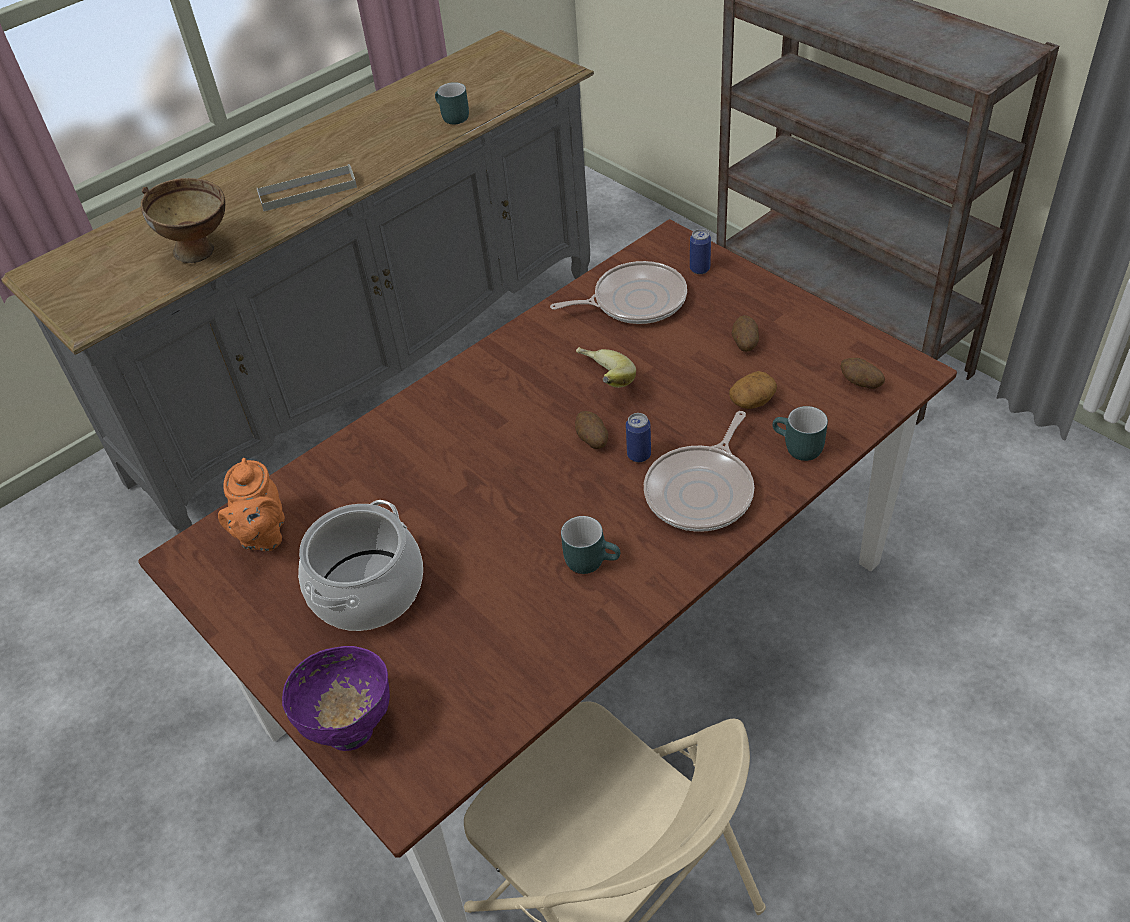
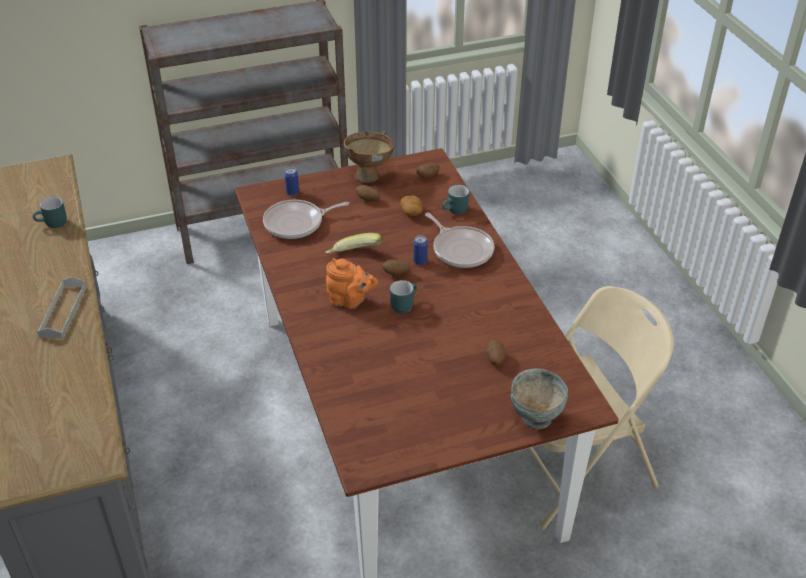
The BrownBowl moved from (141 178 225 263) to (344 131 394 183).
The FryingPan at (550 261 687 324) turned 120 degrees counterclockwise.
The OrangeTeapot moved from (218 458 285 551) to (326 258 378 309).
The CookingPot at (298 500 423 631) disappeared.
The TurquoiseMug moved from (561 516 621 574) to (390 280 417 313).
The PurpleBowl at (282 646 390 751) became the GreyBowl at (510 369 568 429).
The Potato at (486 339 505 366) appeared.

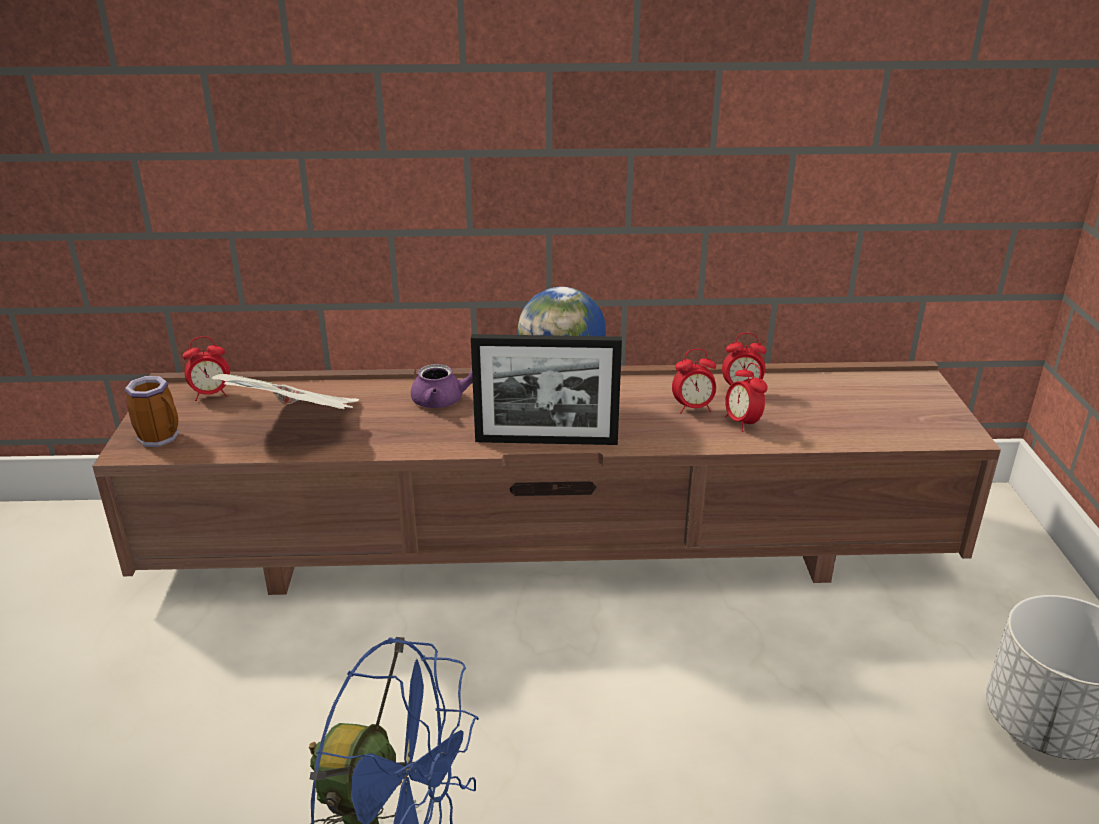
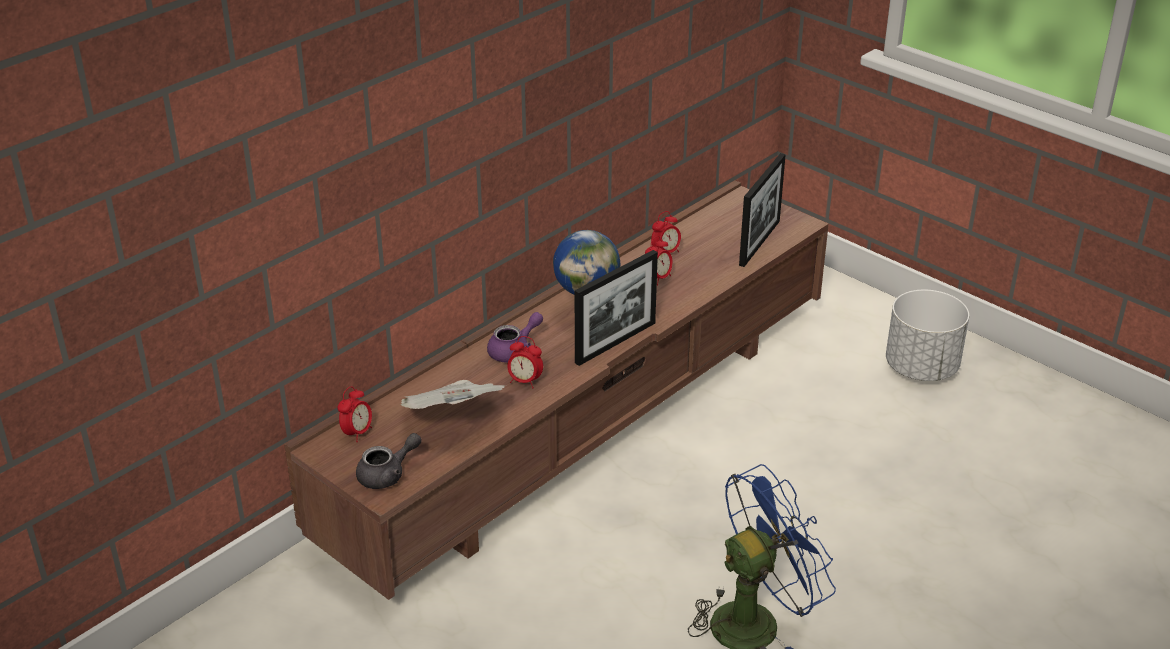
The AlarmClock moved from (725 363 768 432) to (507 336 543 388).
The Mug at (124 376 179 447) was replaced by the GreyTeapot at (356 433 421 489).
The PictureFrame at (739 153 786 267) appeared.

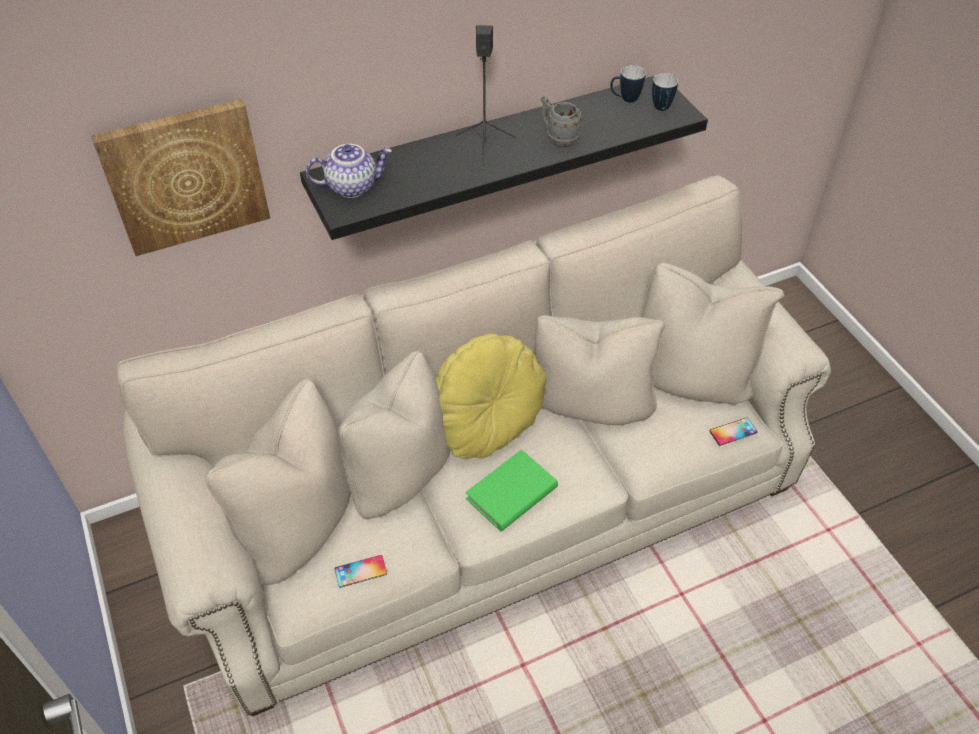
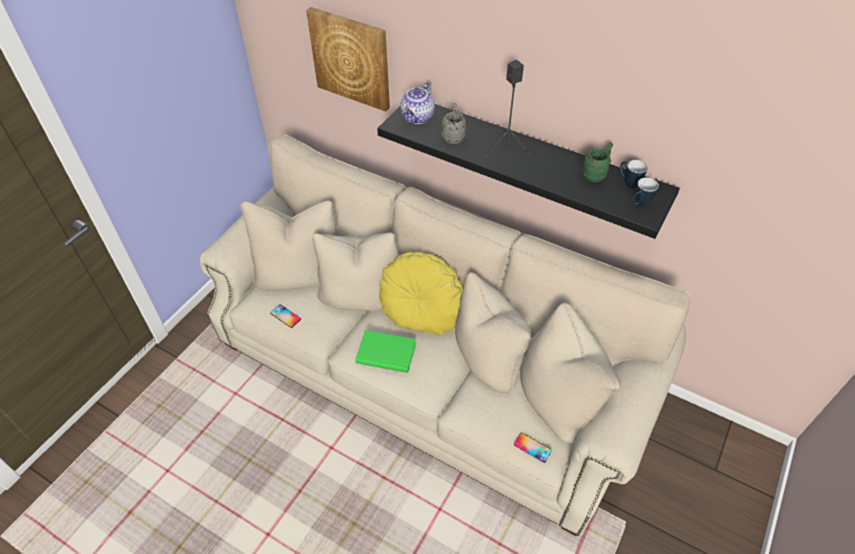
The GreyMug moved from (541 96 582 147) to (441 103 467 144).
The Teapot at (306 144 392 198) turned 75 degrees clockwise.
The GreenMug at (582 142 613 182) appeared.

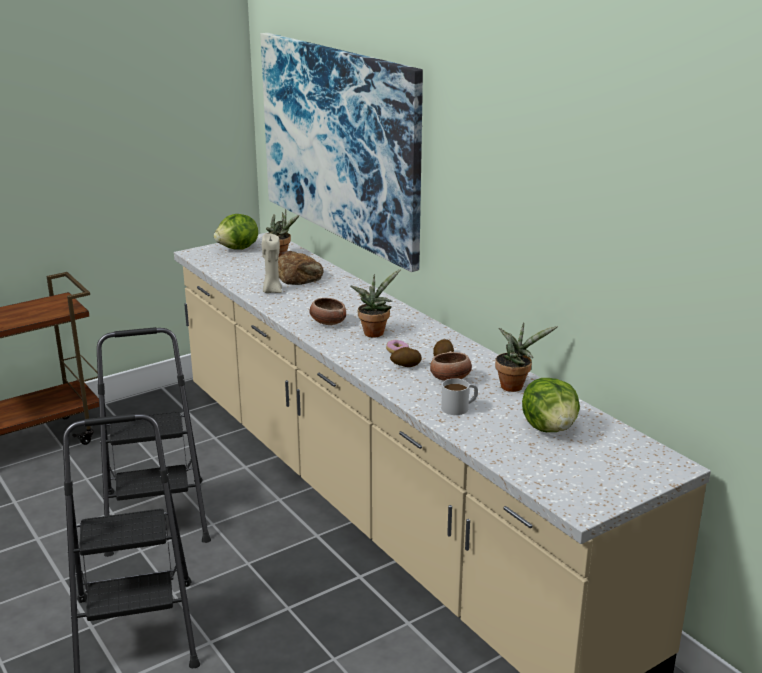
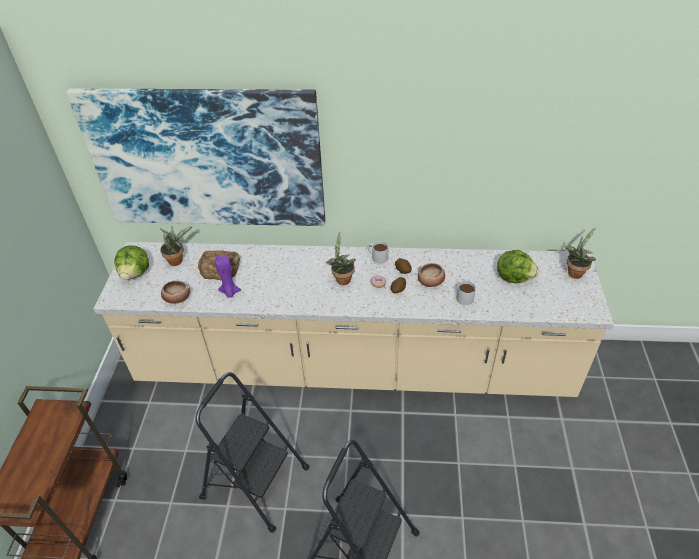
The BeigeCandle at (262 233 282 293) became the PurpleCandle at (215 255 241 298).
The Bowl moved from (310 298 346 325) to (161 280 190 304).
The PottedPlant moved from (495 322 558 392) to (565 227 596 279).
The WhiteMug at (367 241 388 264) appeared.

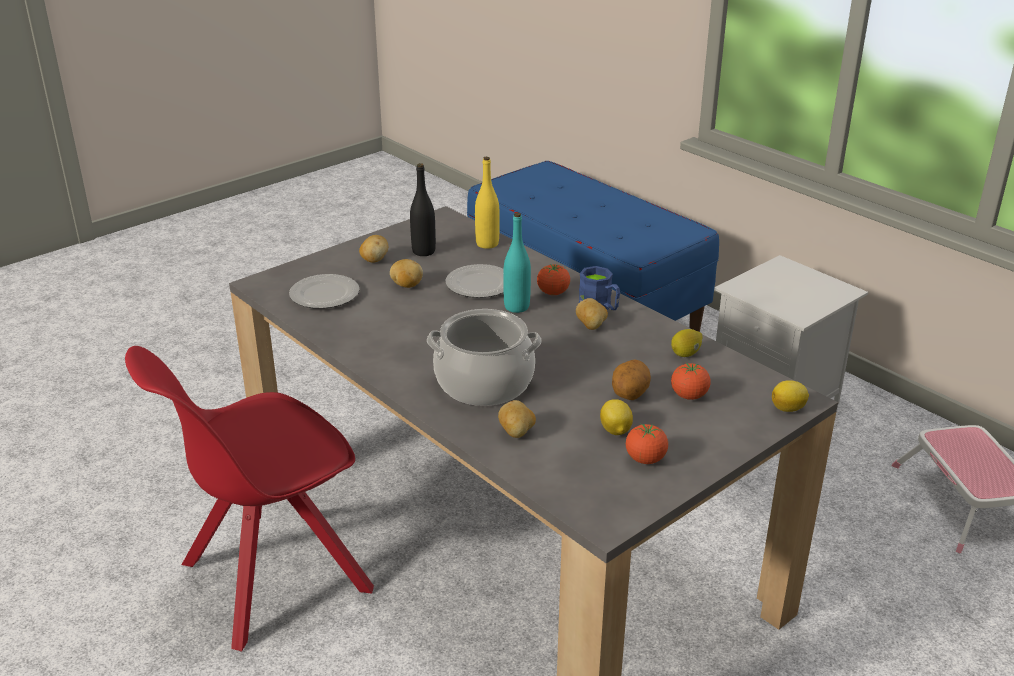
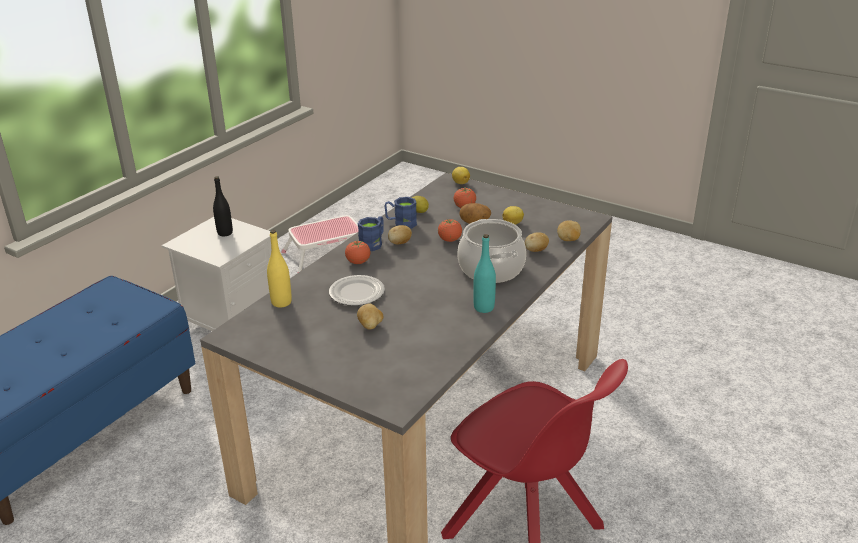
The BlackBottle moved from (410 163 436 256) to (213 176 233 236).
The TurquoiseBottle moved from (503 213 531 313) to (473 234 496 313).
The Potato moved from (359 235 388 262) to (557 220 581 241).
The Plate at (289 274 360 309) disappeared.
The Tomato moved from (626 424 668 464) to (438 219 462 242).
The BlueMug at (384 197 417 229) appeared.

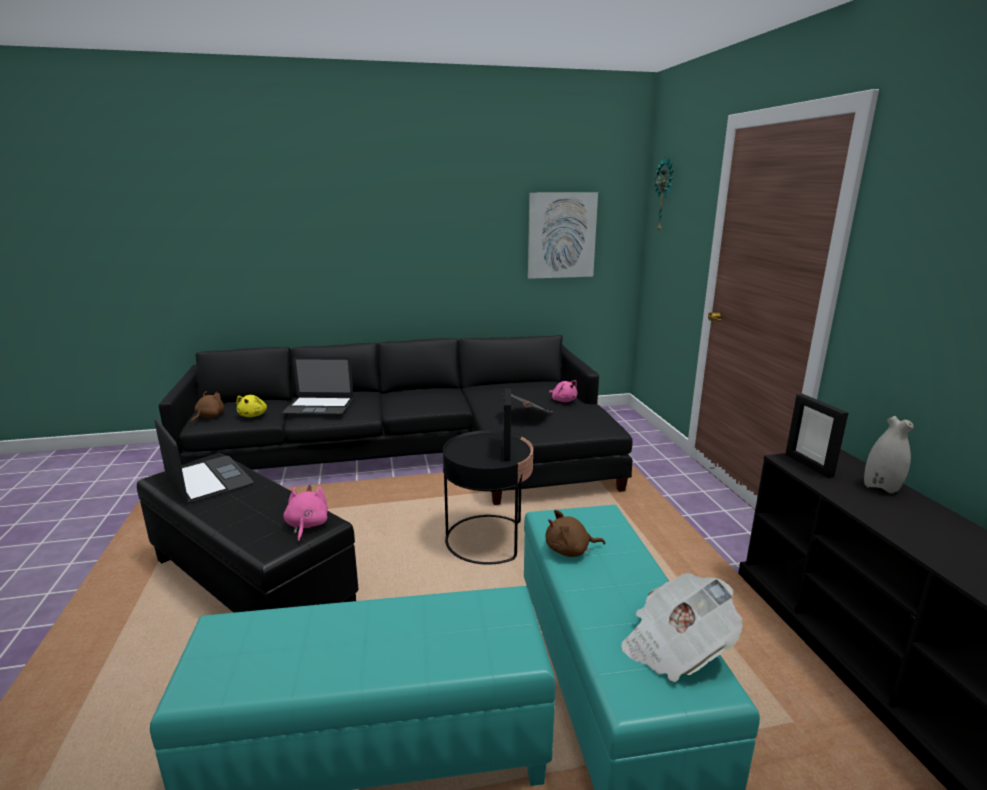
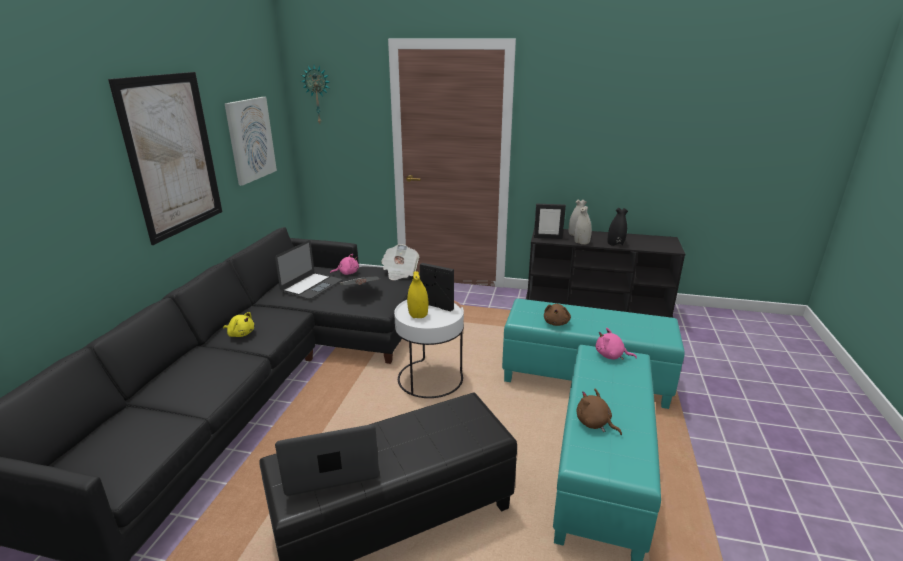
The Laptop moved from (282 357 353 414) to (275 240 342 299).
The BrownPlushToy moved from (191 391 224 423) to (577 389 622 435).
The YellowPlushToy moved from (236 395 267 417) to (223 312 254 337).
The BlackSideTable at (443 430 533 565) became the WhiteSideTable at (394 300 464 398).
The PinkPlushToy moved from (283 484 328 542) to (596 328 637 360).
The Newspaper moved from (621 573 743 682) to (381 244 419 280).
The Picture at (108 72 222 245) appeared.
The WhiteVase at (574 206 592 244) appeared.
The BlackVase at (608 208 628 246) appeared.
The YellowVase at (407 271 428 318) appeared.

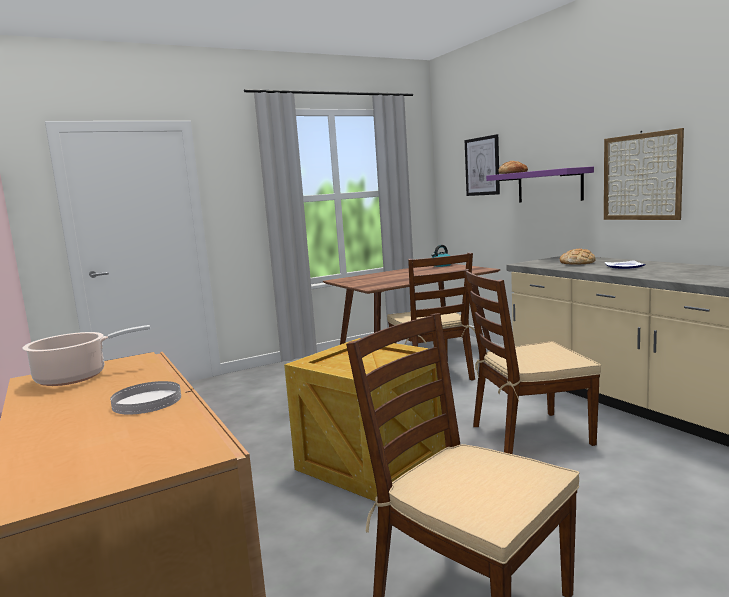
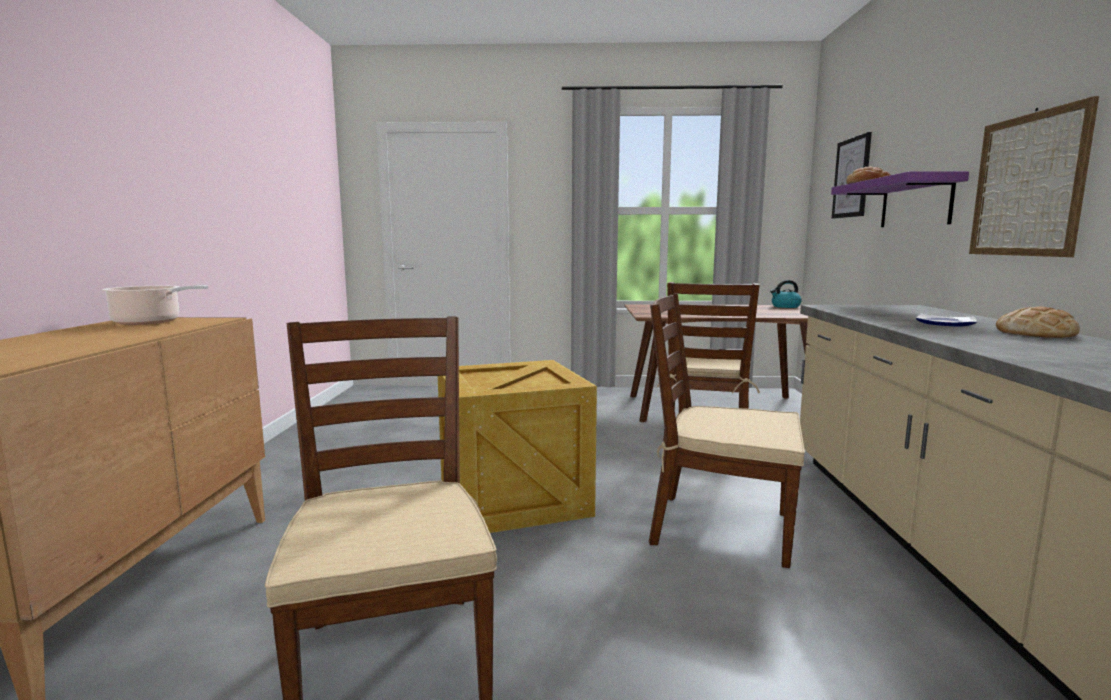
The Bread moved from (560 249 596 265) to (996 306 1080 338).
The WhitePlate at (110 381 181 414) disappeared.

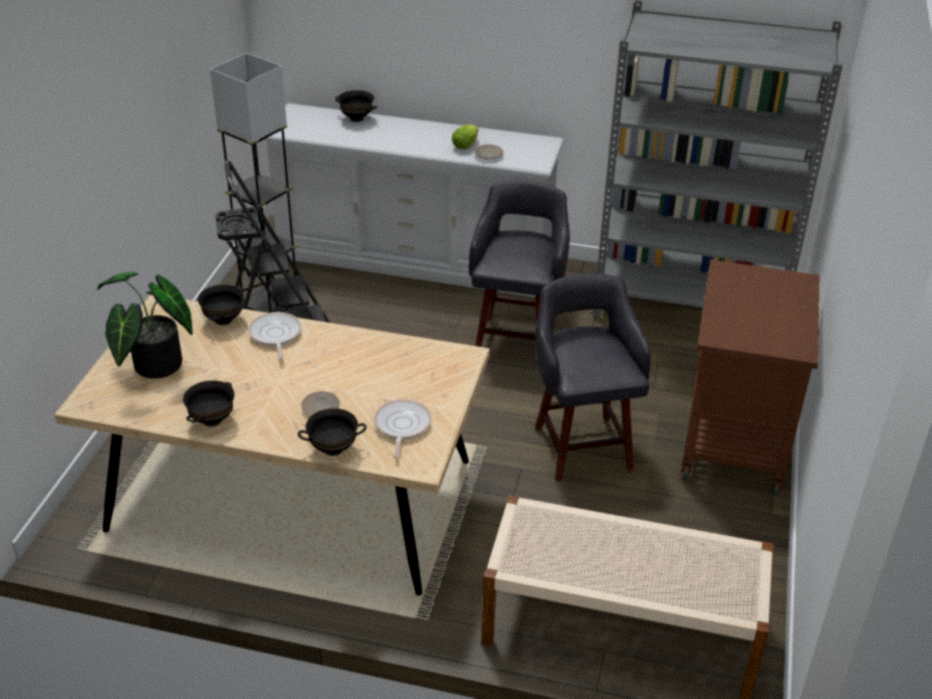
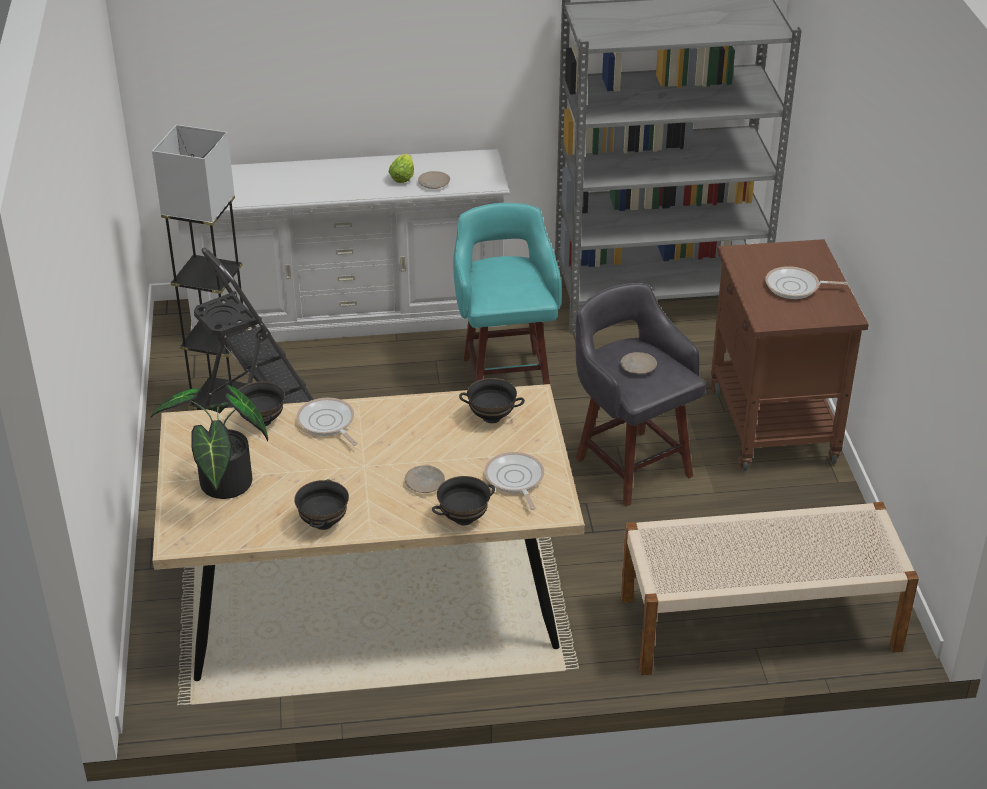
The BlackBowl moved from (335 90 377 122) to (459 378 525 423).
The GreyStool at (469 181 570 347) became the TurquoiseStool at (453 203 562 385).
The FryingPan at (765 266 848 299) appeared.
The BeigePlate at (620 352 657 374) appeared.

